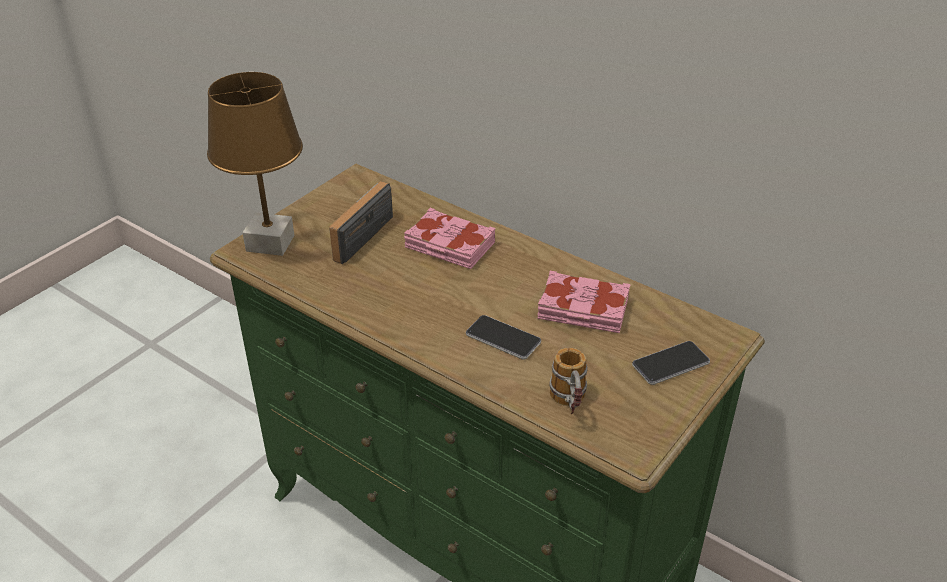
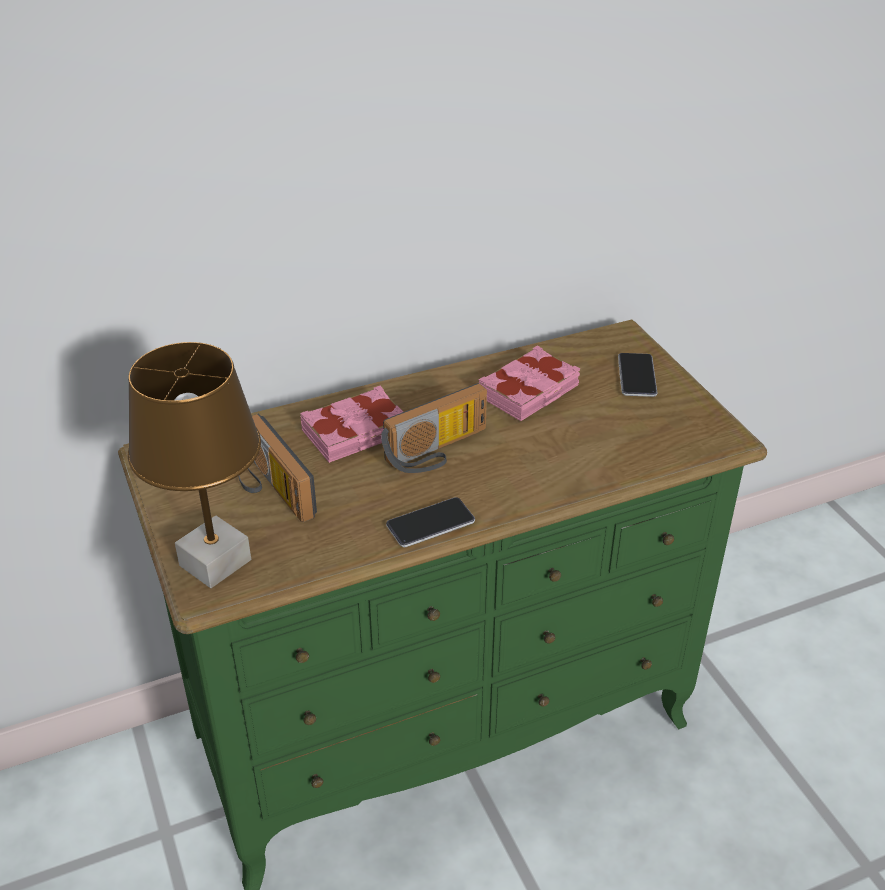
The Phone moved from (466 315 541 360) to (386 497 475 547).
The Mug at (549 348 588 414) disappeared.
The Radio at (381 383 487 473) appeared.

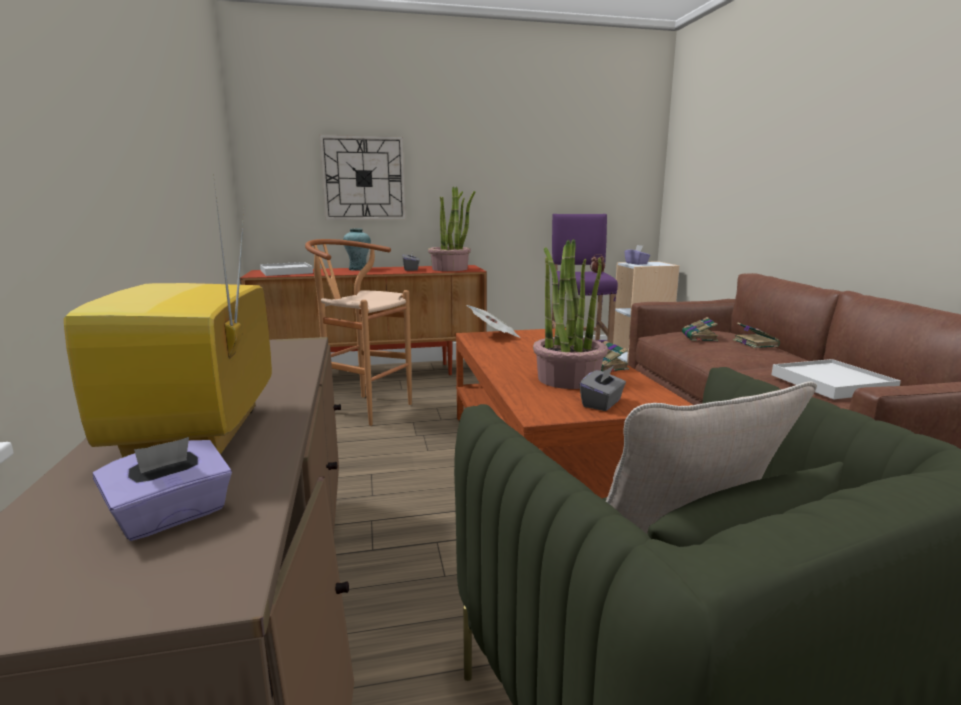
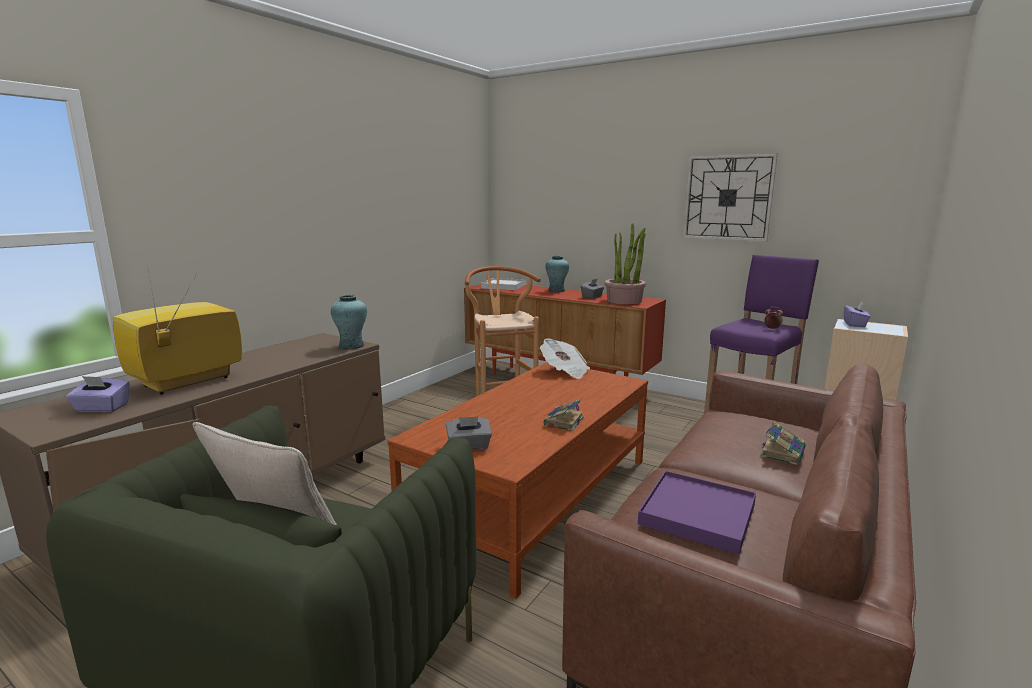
The WallClock moved from (319 135 406 220) to (683 153 778 242).
The PottedPlant at (533 239 608 389) disappeared.
The Book at (682 317 718 341) disappeared.
The WhiteTray at (772 359 901 400) became the PurpleTray at (638 471 756 555).
The TurquoiseVase at (331 295 367 349) appeared.

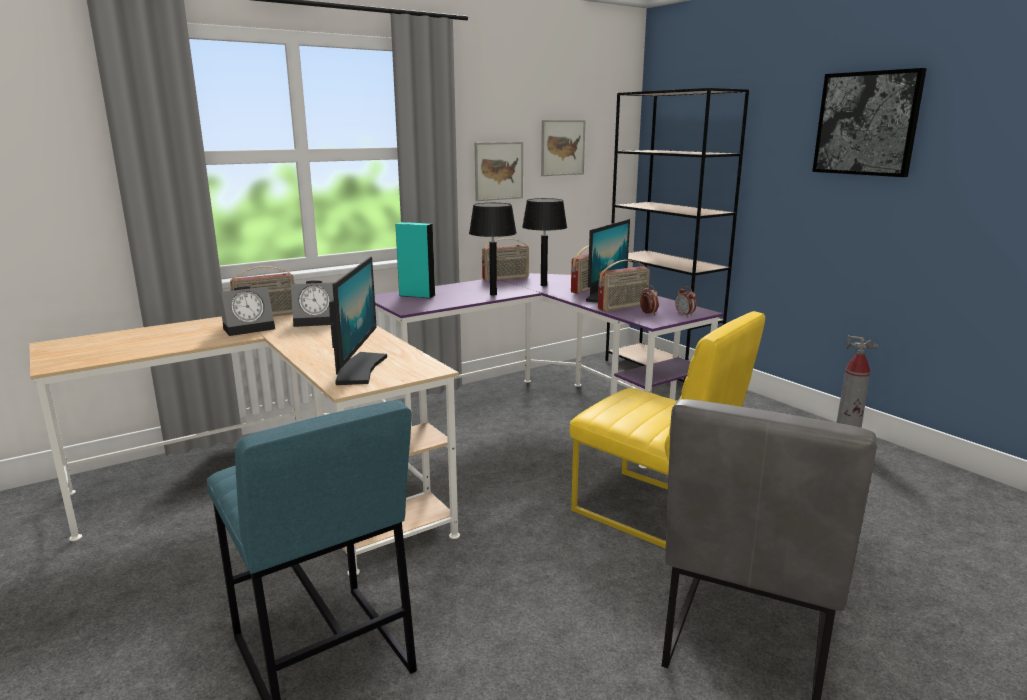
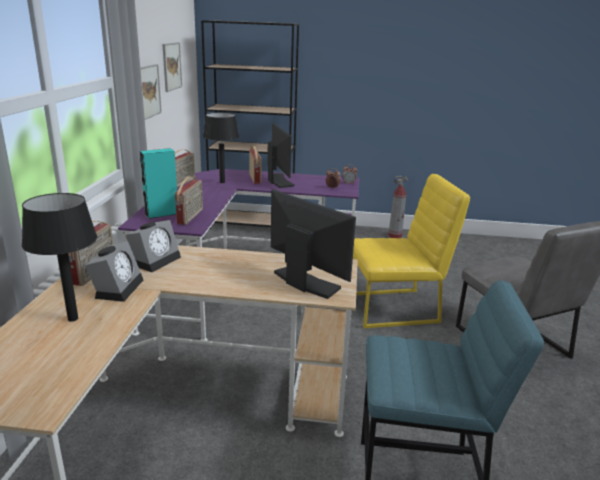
The Picture at (812 68 927 177) disappeared.
The BlackTableLamp moved from (469 203 517 296) to (22 193 97 322).
The Radio moved from (598 260 650 311) to (175 176 203 225).

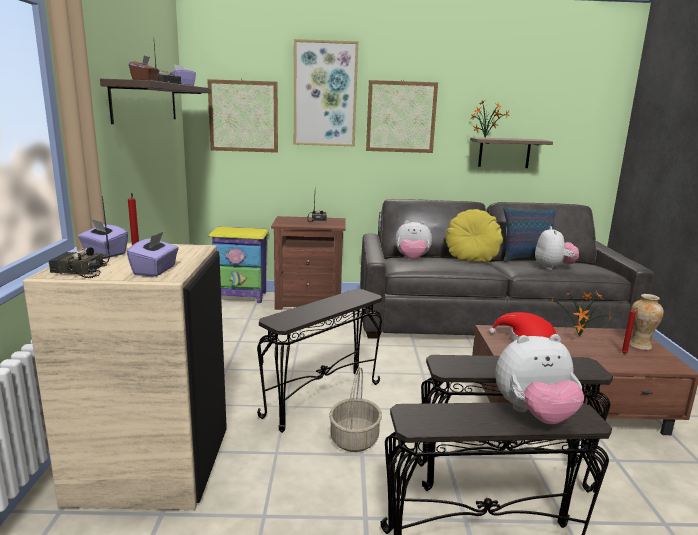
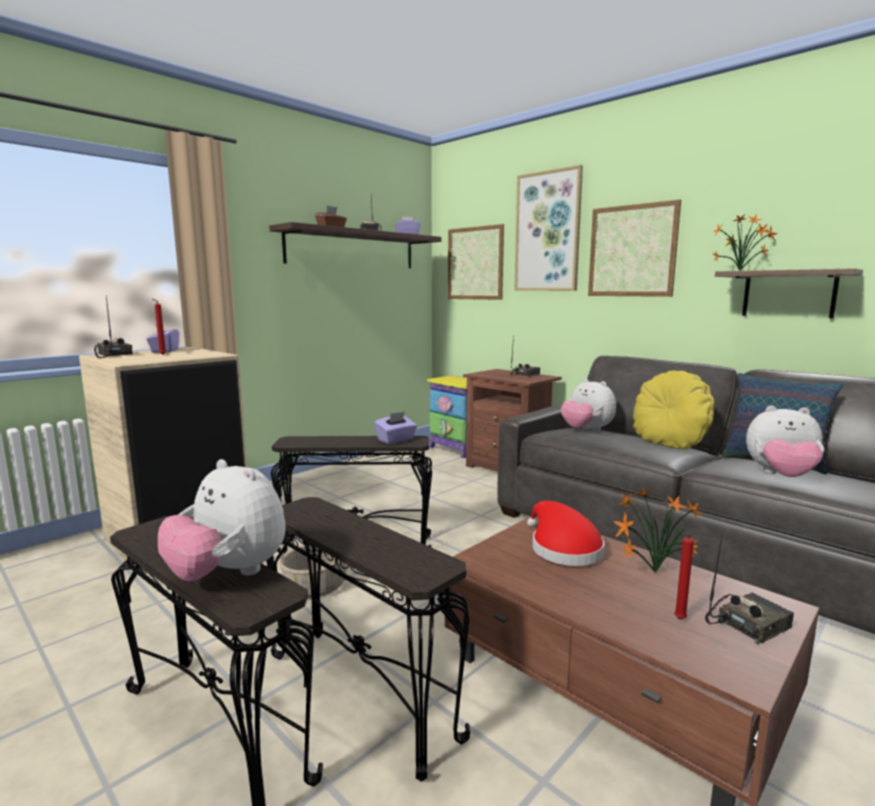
The PlushToy at (535 226 579 270) turned 60 degrees clockwise.
The PurpleTissueBox moved from (127 232 179 277) to (374 412 417 444).
The Vase at (629 294 664 350) was replaced by the Radio at (705 534 794 645).

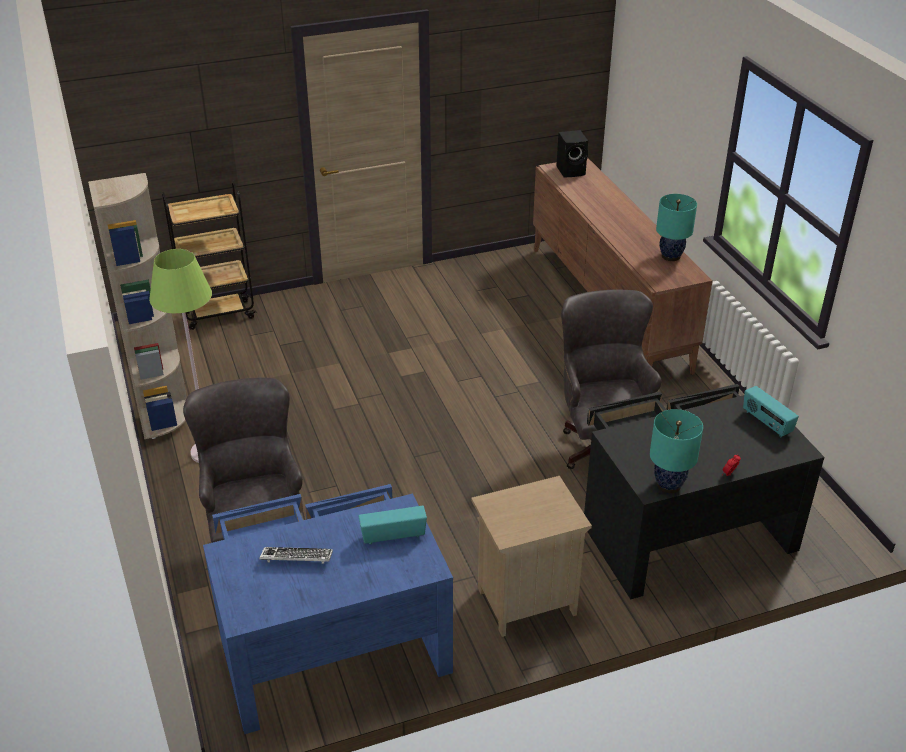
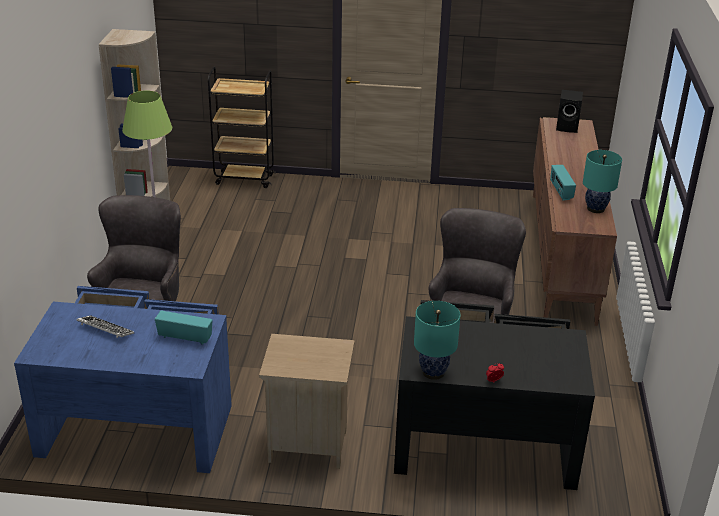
The Radio moved from (743 386 799 437) to (550 165 576 201).

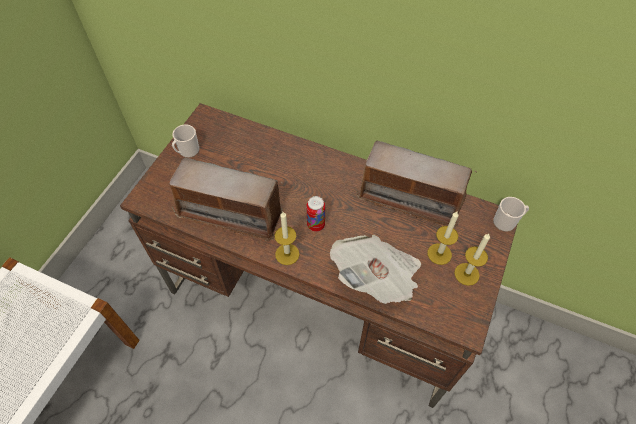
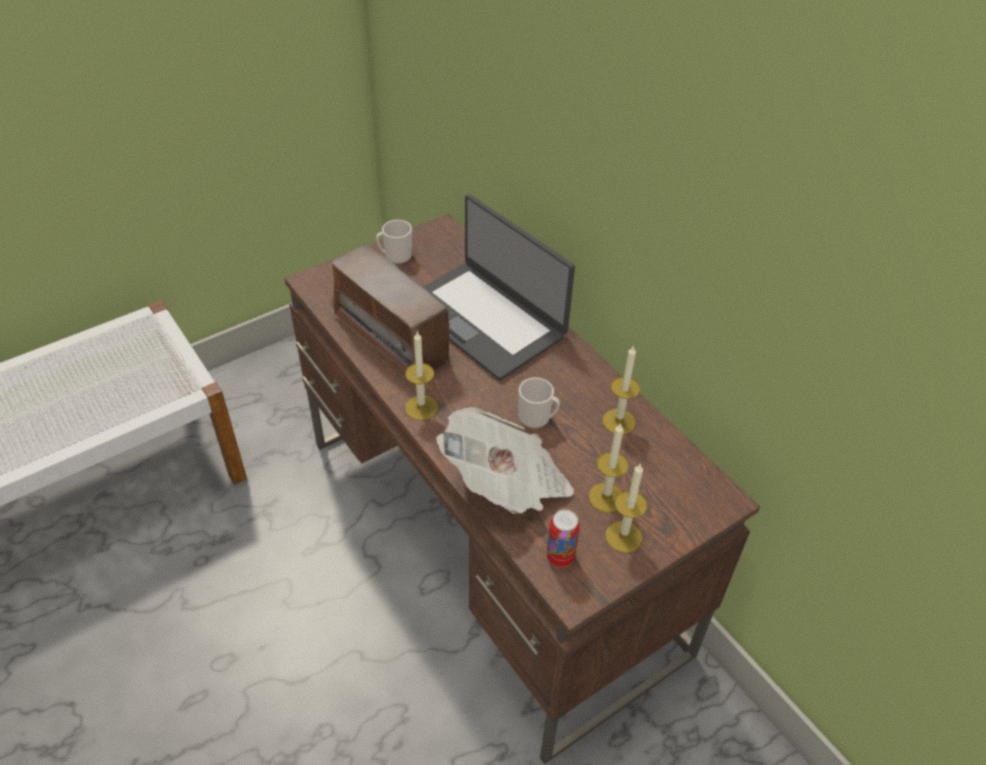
The Radio at (356 141 477 228) was replaced by the Candle at (602 345 640 434).
The Can moved from (306 196 325 232) to (546 509 580 567).
The Mug moved from (493 197 529 232) to (519 377 560 428).
The Laptop at (423 194 575 381) appeared.

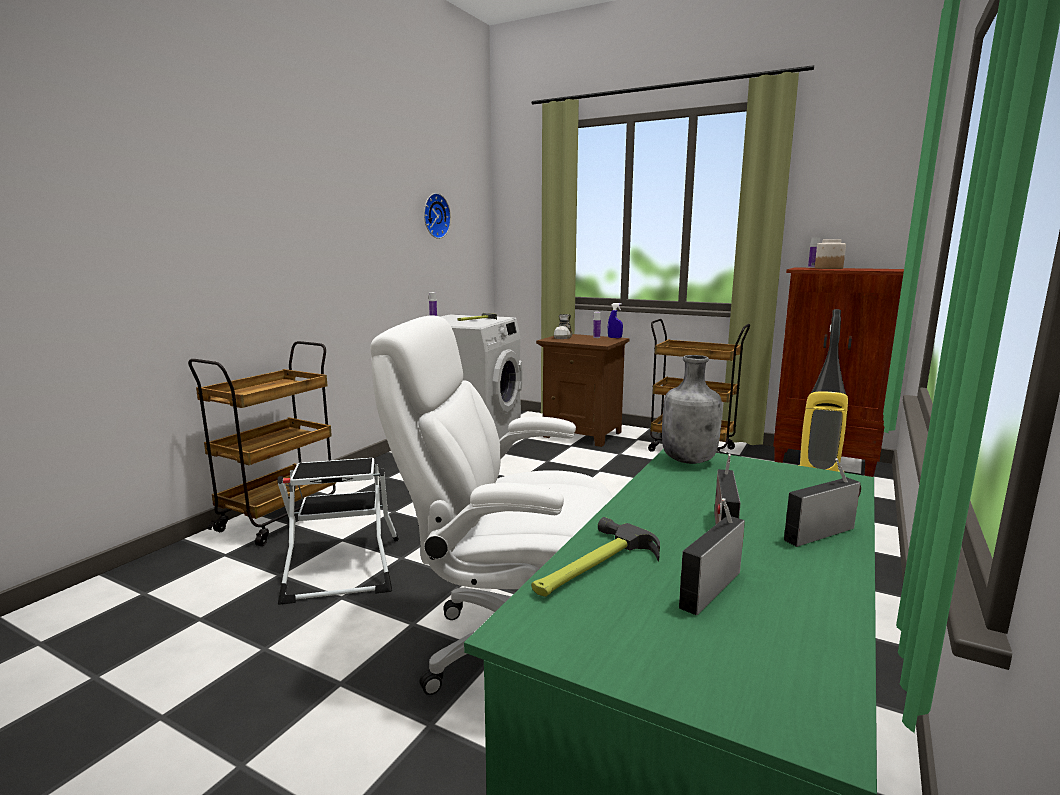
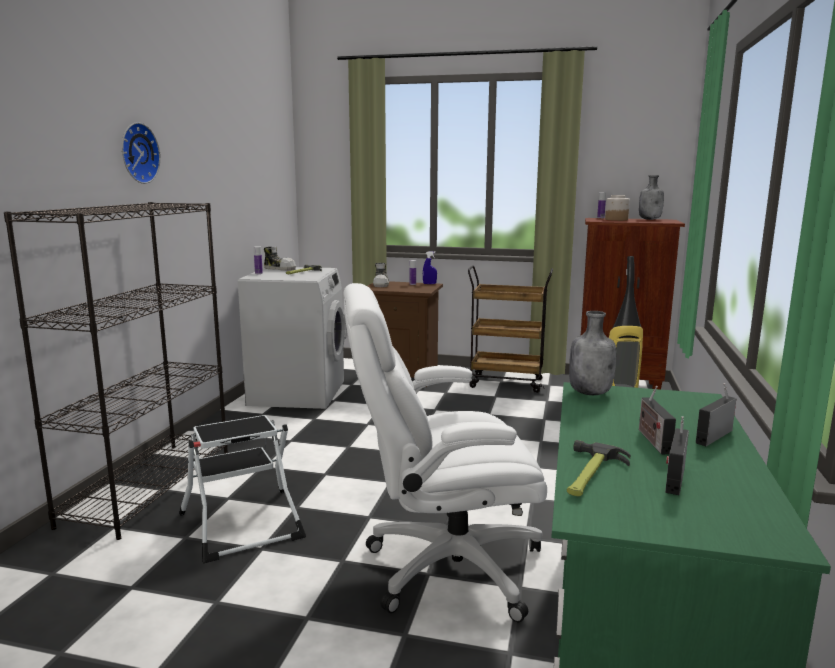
The WallClock moved from (424 193 451 239) to (122 122 160 184).
The BrownCart at (188 341 336 546) was replaced by the BlackBookcase at (4 202 228 540).
The GreyBottle at (639 175 664 220) appeared.
The Shoe at (264 247 296 271) appeared.

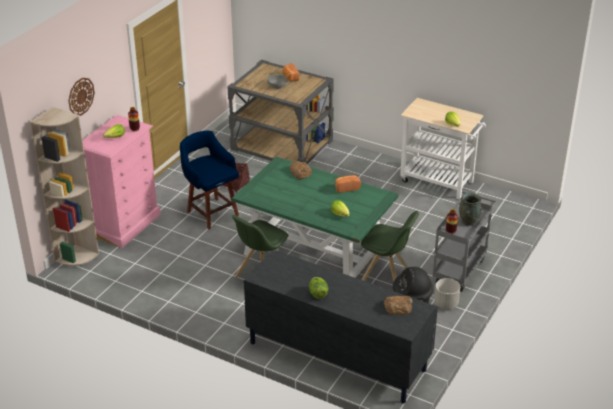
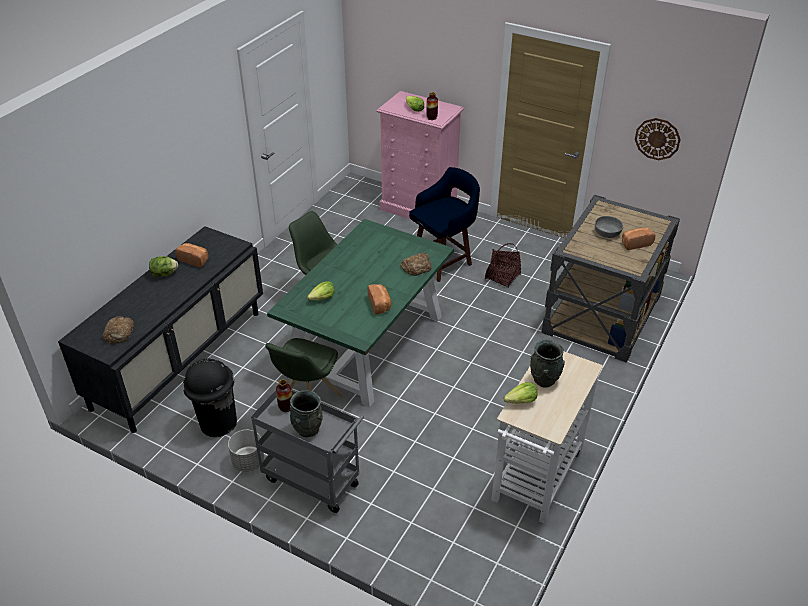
The WallClock moved from (68 78 95 116) to (635 118 681 160).
The BeigeBookcase at (30 107 99 266) disappeared.
The Bread at (175 243 208 267) appeared.
The GreyVase at (530 339 565 388) appeared.

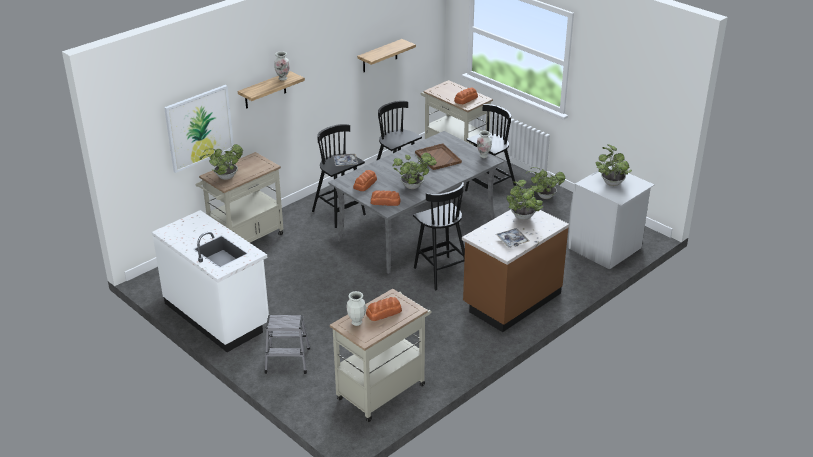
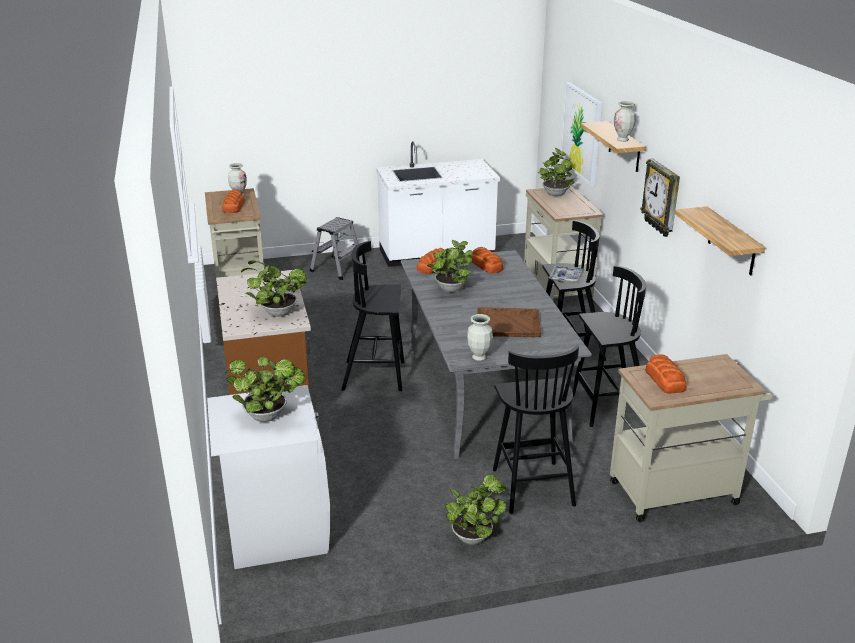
The Tray at (496 228 529 247) disappeared.
The WallClock at (640 159 680 237) appeared.

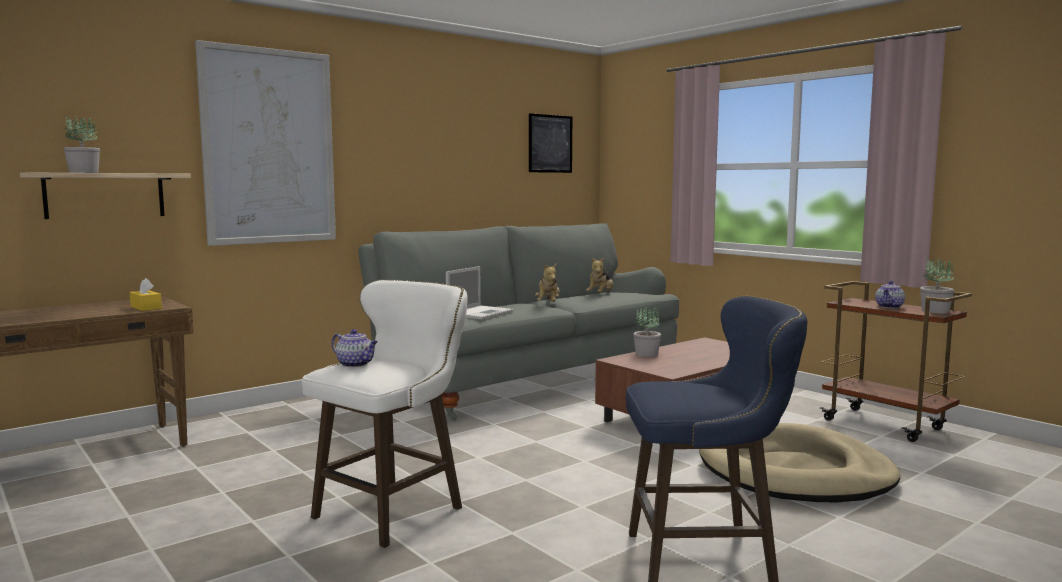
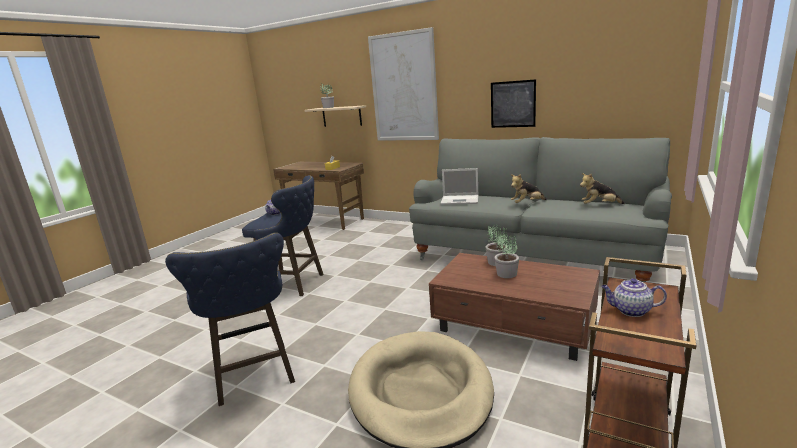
The Picture moved from (529 113 572 173) to (491 79 536 128).
The PottedPlant moved from (920 258 954 313) to (495 231 519 278).
The WhiteStool at (302 280 468 548) became the BlueStool at (242 175 323 296).

